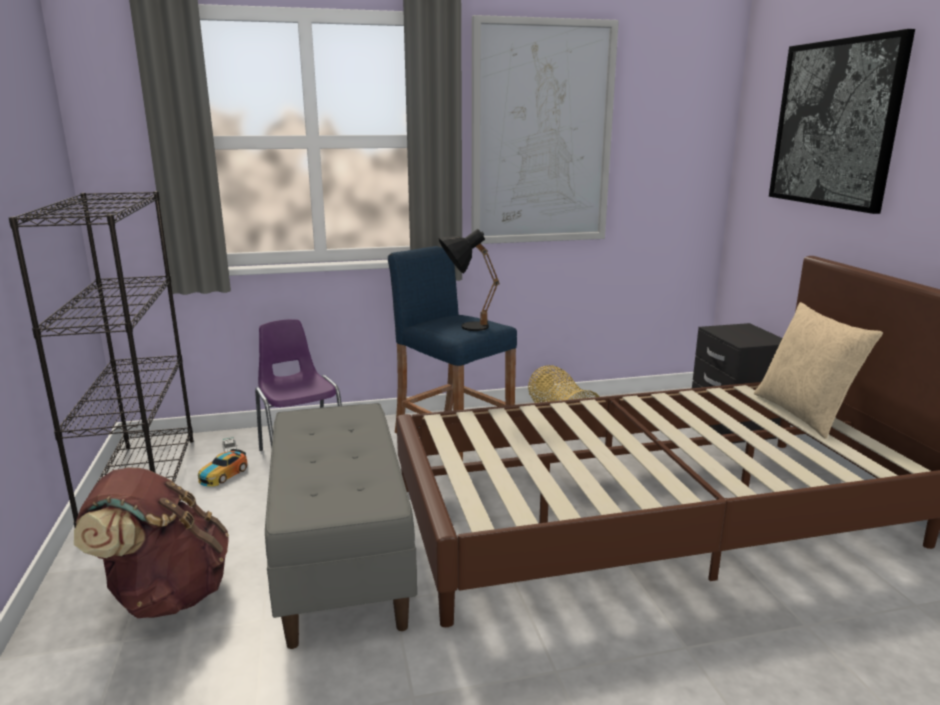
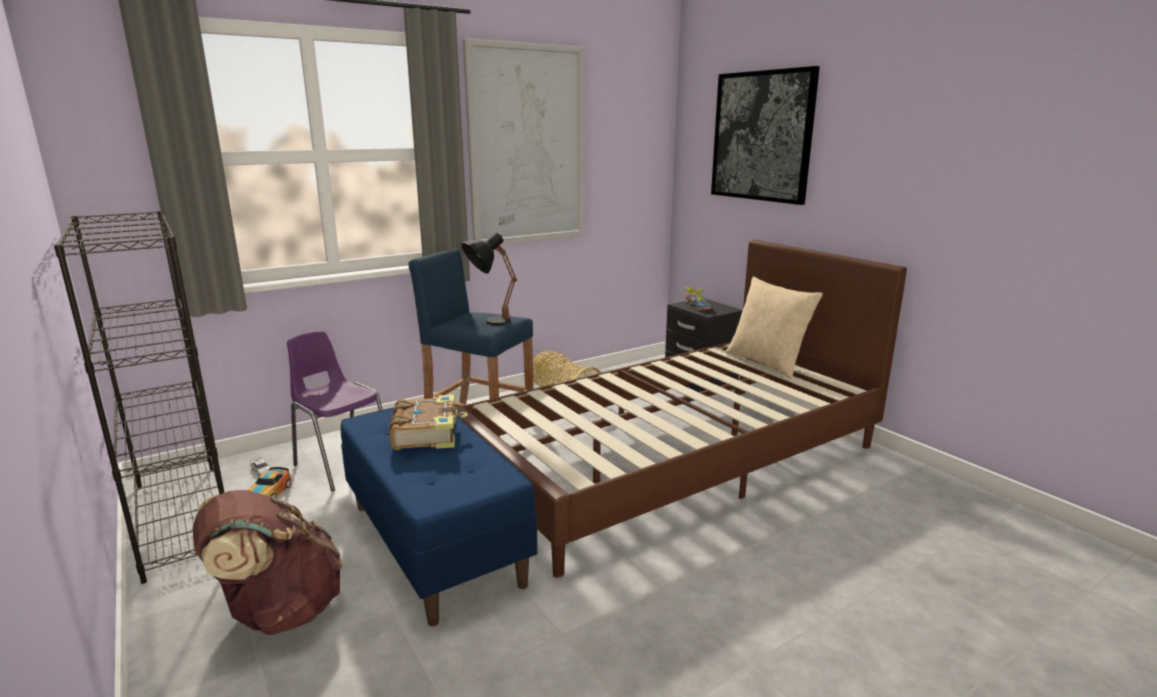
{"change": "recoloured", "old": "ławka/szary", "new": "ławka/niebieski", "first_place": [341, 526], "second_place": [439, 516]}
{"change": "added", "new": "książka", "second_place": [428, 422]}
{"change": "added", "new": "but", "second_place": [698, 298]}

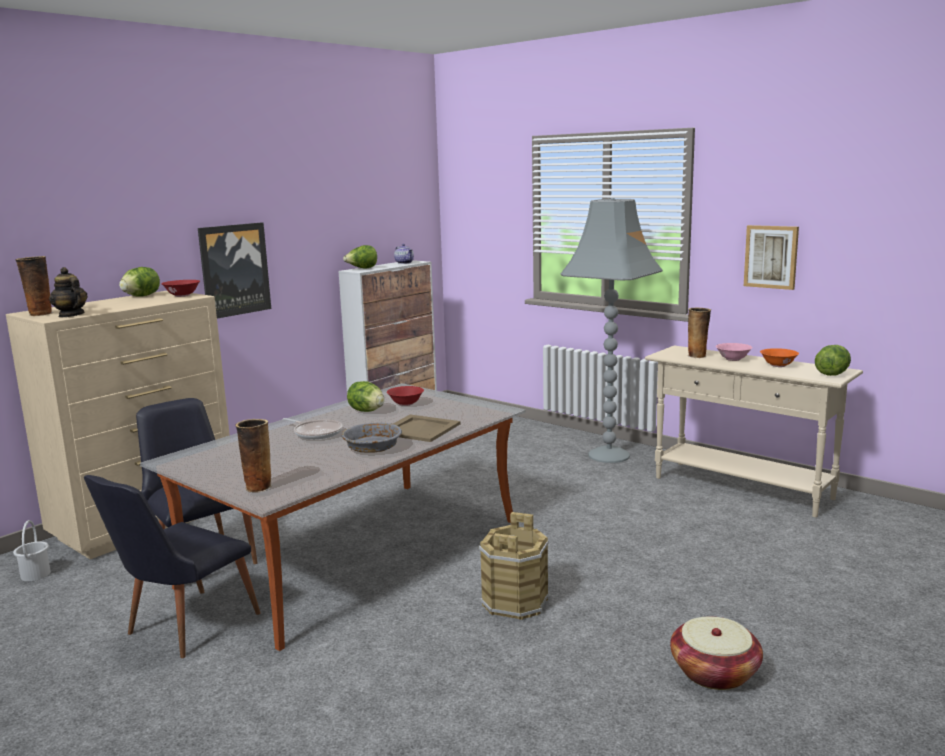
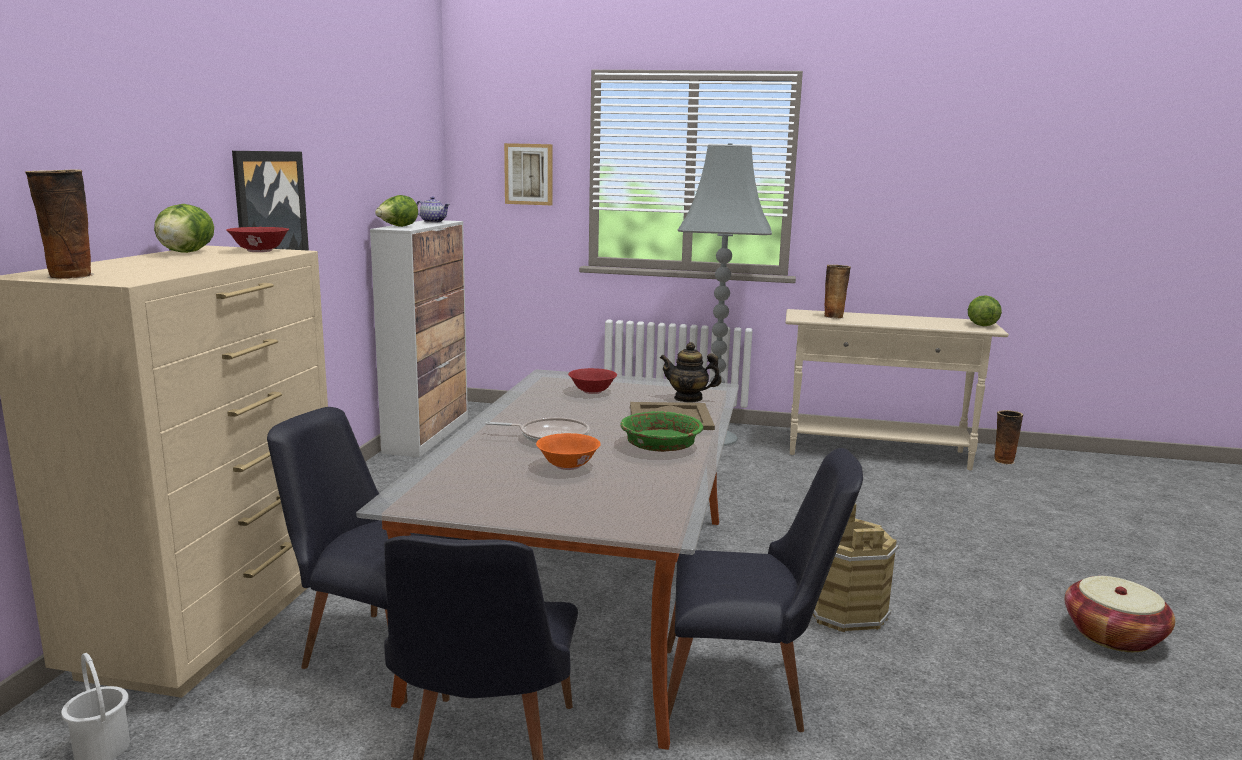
{"change": "moved", "old": "imbryk", "first_place": [68, 292], "second_place": [691, 372]}
{"change": "moved", "old": "wazon", "first_place": [253, 455], "second_place": [1008, 437]}
{"change": "recoloured", "old": "miska/szary", "new": "miska/zielony", "first_place": [372, 438], "second_place": [661, 431]}
{"change": "removed", "old": "sałata", "first_place": [366, 396]}
{"change": "removed", "old": "miska/różowy", "first_place": [734, 352]}
{"change": "moved", "old": "obraz", "first_place": [771, 257], "second_place": [528, 174]}
{"change": "moved", "old": "miska/pomarańczowy", "first_place": [779, 357], "second_place": [568, 451]}
{"change": "added", "new": "krzesło/czarny", "second_place": [765, 590]}

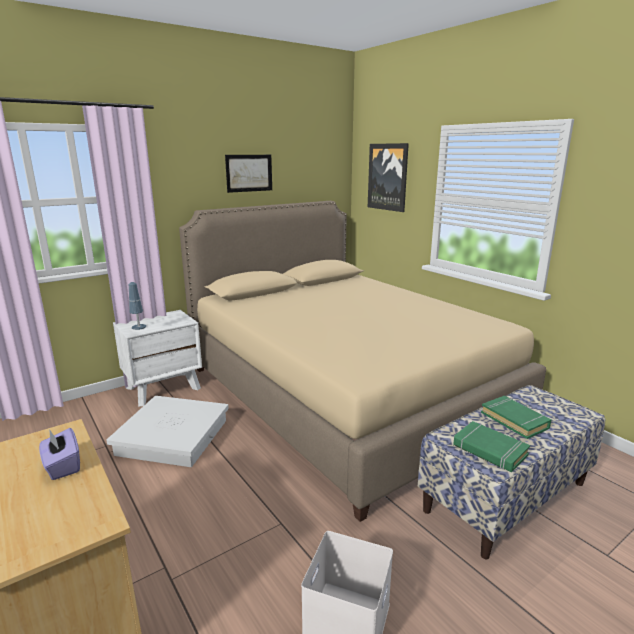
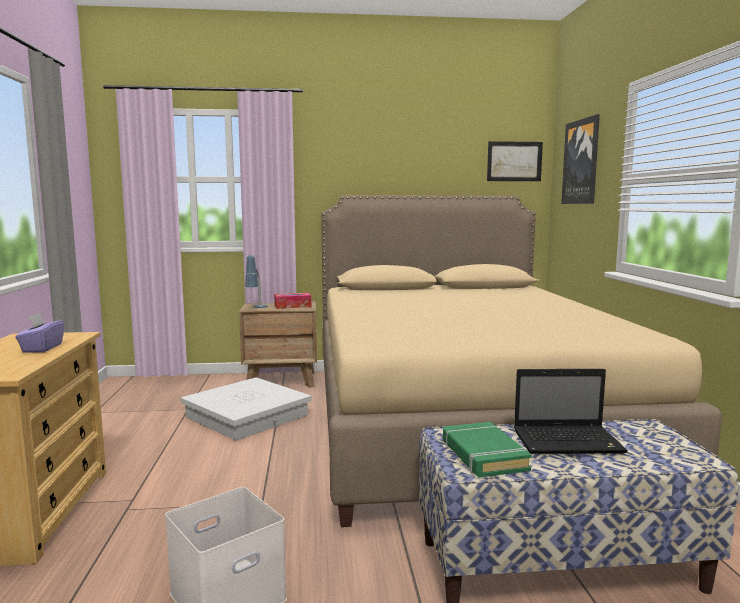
{"change": "recoloured", "old": "szafka nocna/biały", "new": "szafka nocna/brązowy", "first_place": [157, 358], "second_place": [278, 344]}
{"change": "moved", "old": "obraz", "first_place": [248, 174], "second_place": [515, 161]}
{"change": "replaced", "old": "książka/zielony", "new": "laptop", "first_place": [516, 417], "second_place": [571, 411]}
{"change": "added", "new": "pudełko chusteczek", "second_place": [292, 301]}

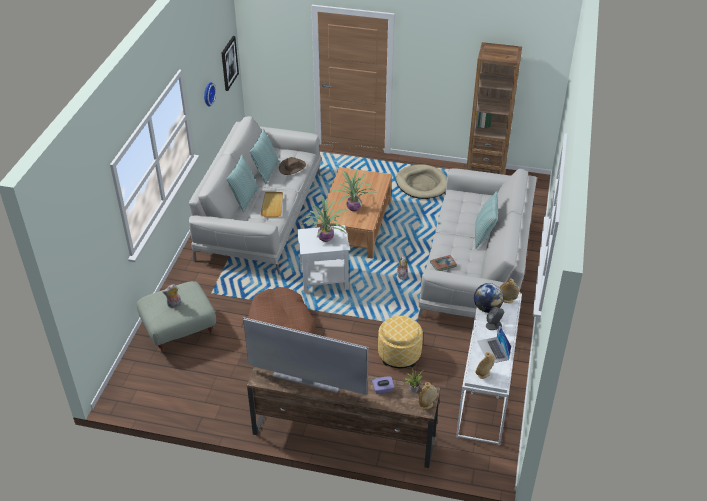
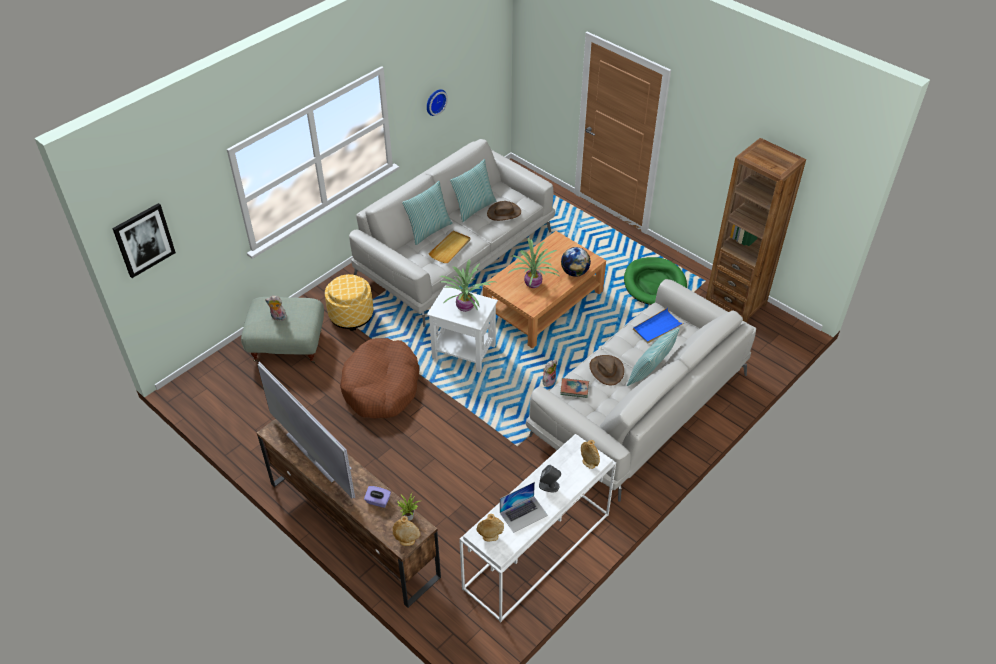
{"change": "moved", "old": "obraz", "first_place": [230, 63], "second_place": [144, 240]}
{"change": "moved", "old": "pufa", "first_place": [400, 342], "second_place": [349, 302]}
{"change": "recoloured", "old": "legowisko/beżowy", "new": "legowisko/zielony", "first_place": [421, 181], "second_place": [655, 281]}
{"change": "moved", "old": "globus", "first_place": [489, 298], "second_place": [576, 262]}
{"change": "turned", "old": "laptop", "first_place": [494, 343], "second_place": [524, 507], "degrees": -135}
{"change": "added", "new": "kapelusz/brązowy", "second_place": [606, 370]}
{"change": "added", "new": "taca/niebieski", "second_place": [658, 325]}

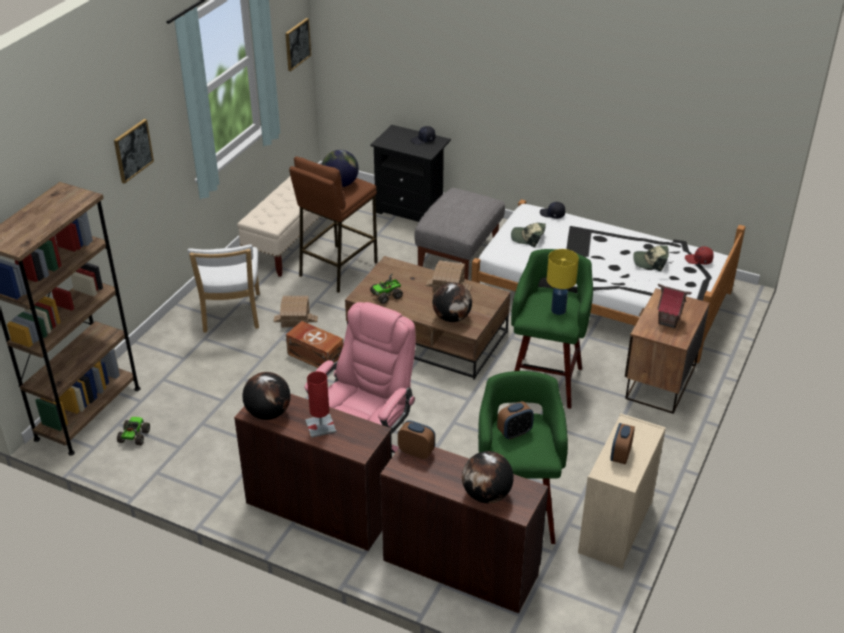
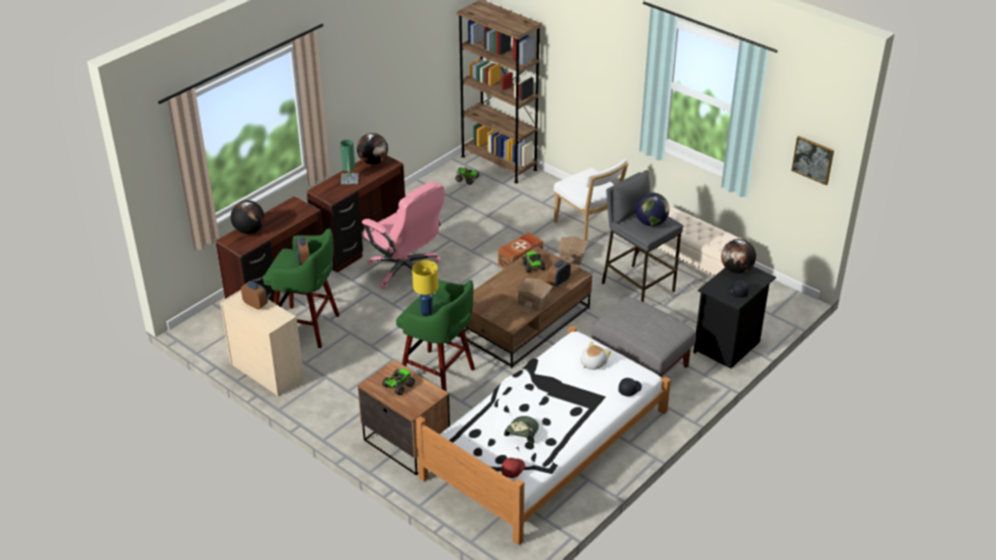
{"change": "removed", "old": "obraz", "first_place": [134, 151]}
{"change": "turned", "old": "krzesło/biały", "first_place": [224, 288], "second_place": [591, 200], "degrees": -135}
{"change": "recoloured", "old": "stołek/brązowy", "new": "stołek/szary", "first_place": [333, 225], "second_place": [642, 236]}
{"change": "recoloured", "old": "lampa stołowa/czerwony", "new": "lampa stołowa/zielony", "first_place": [320, 404], "second_place": [349, 162]}
{"change": "moved", "old": "budzik", "first_place": [416, 439], "second_place": [559, 273]}
{"change": "moved", "old": "globus", "first_place": [452, 302], "second_place": [738, 256]}
{"change": "replaced", "old": "czapka z daszkiem", "new": "pluszak", "first_place": [528, 235], "second_place": [595, 355]}
{"change": "replaced", "old": "domek", "new": "ciężarówka zabawkowa", "first_place": [674, 306], "second_place": [398, 381]}

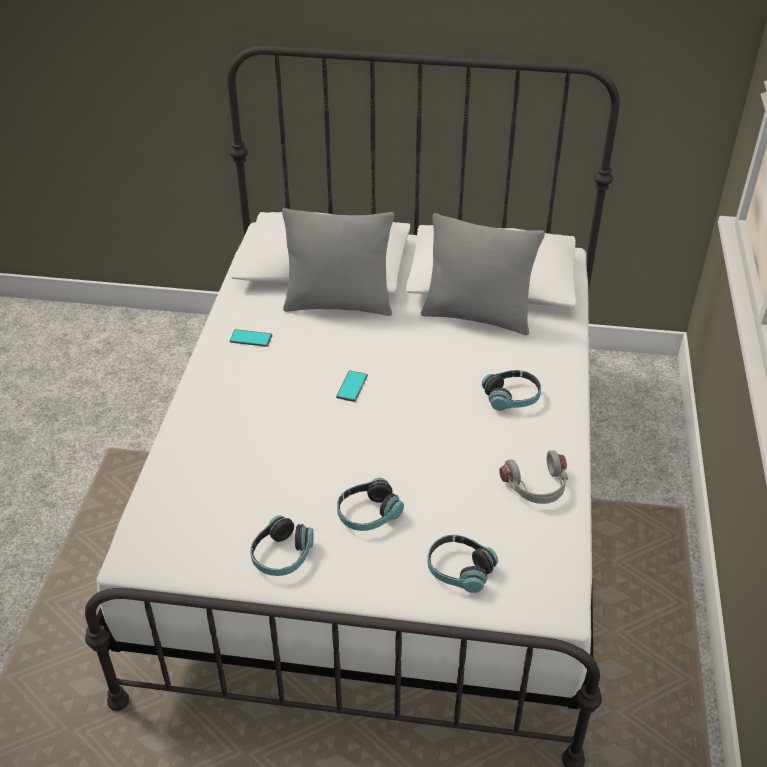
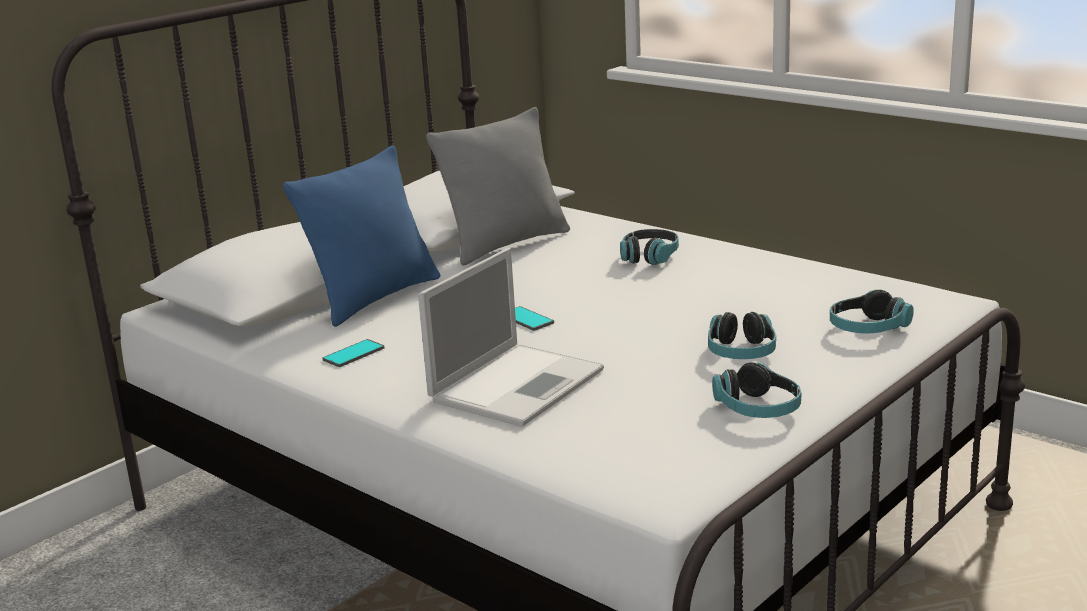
{"change": "recoloured", "old": "poduszka/szary", "new": "poduszka/niebieski", "first_place": [338, 262], "second_place": [361, 236]}
{"change": "removed", "old": "słuchawki/szary", "first_place": [533, 477]}
{"change": "added", "new": "laptop", "second_place": [511, 337]}

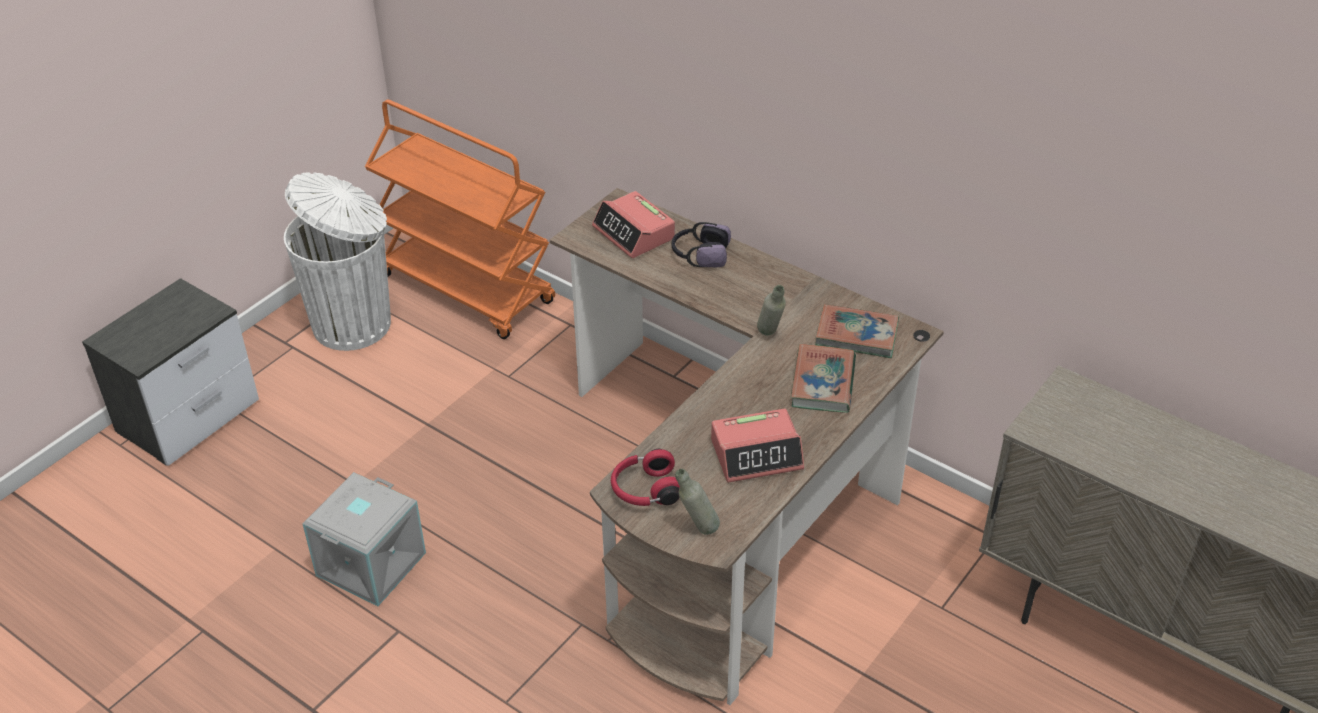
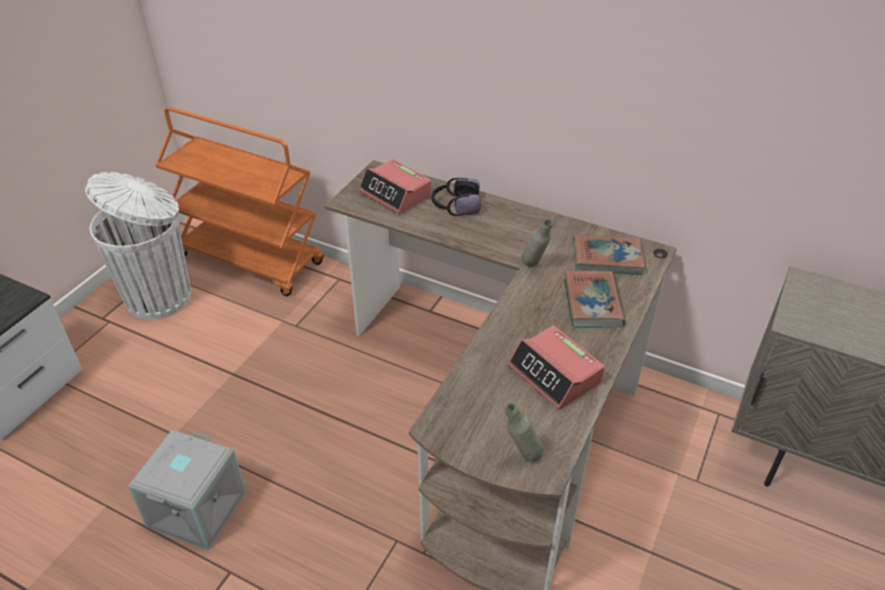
{"change": "removed", "old": "słuchawki/czerwony", "first_place": [645, 477]}
{"change": "turned", "old": "budzik", "first_place": [757, 446], "second_place": [556, 368], "degrees": 75}

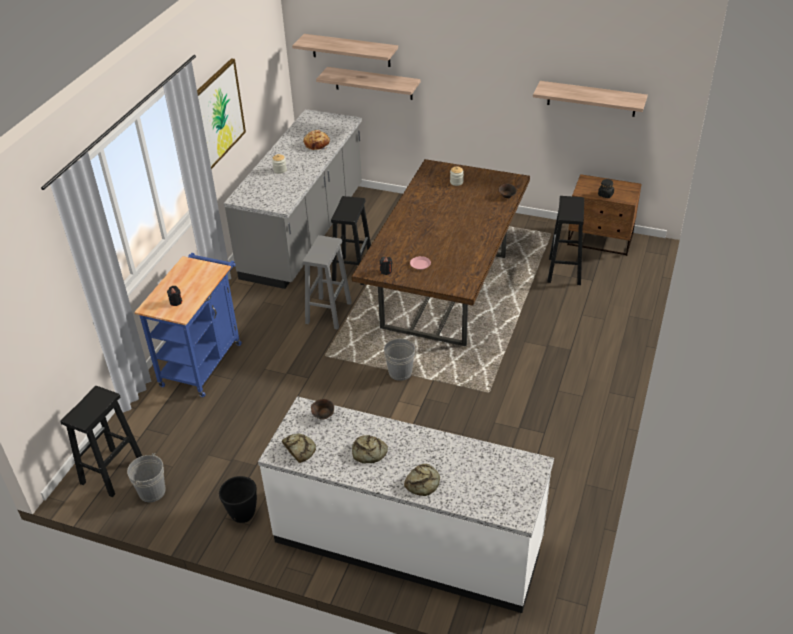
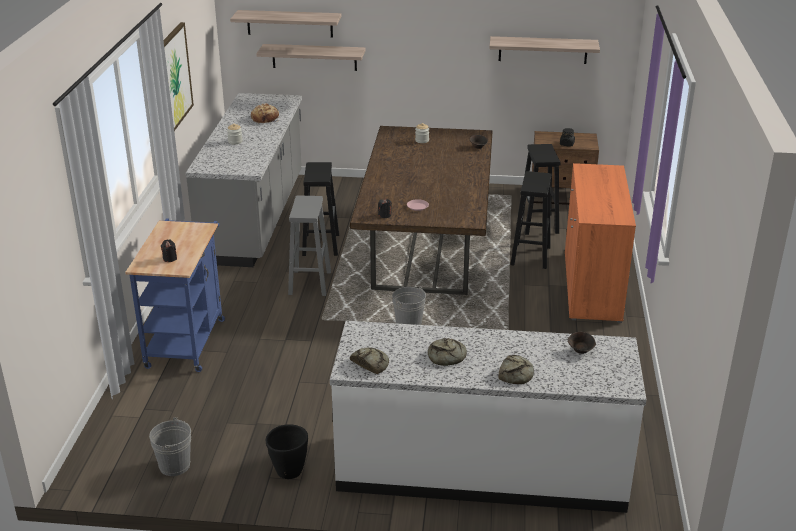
{"change": "moved", "old": "stołek/czarny", "first_place": [101, 441], "second_place": [530, 220]}
{"change": "moved", "old": "miska/brązowy", "first_place": [322, 409], "second_place": [582, 343]}
{"change": "added", "new": "szafka/pomarańczowy", "second_place": [600, 243]}

